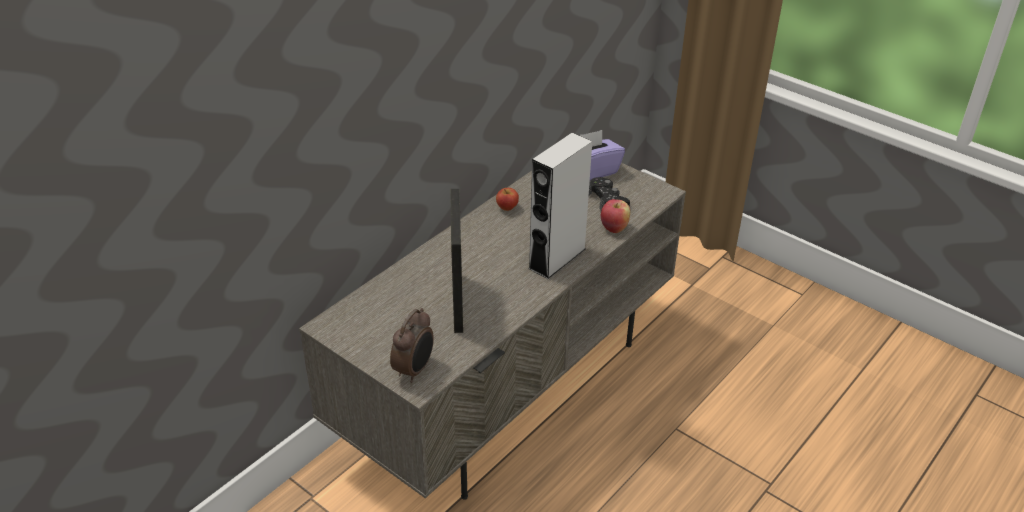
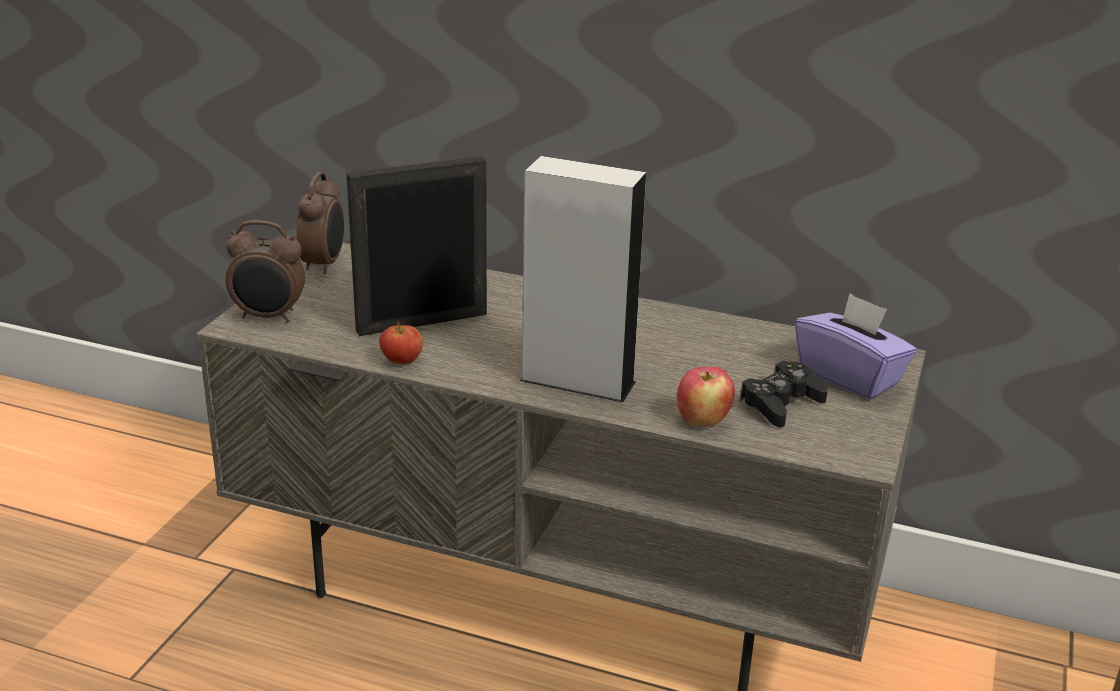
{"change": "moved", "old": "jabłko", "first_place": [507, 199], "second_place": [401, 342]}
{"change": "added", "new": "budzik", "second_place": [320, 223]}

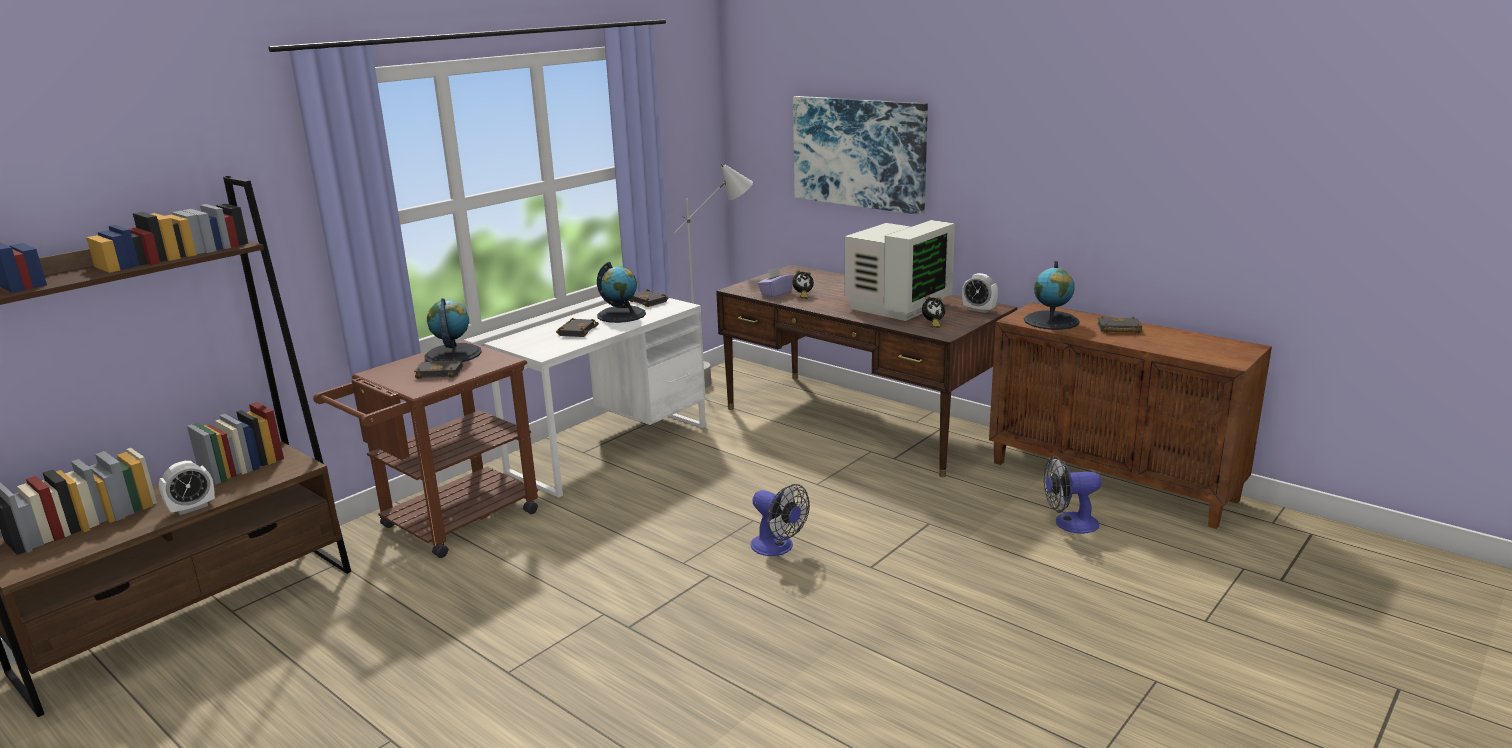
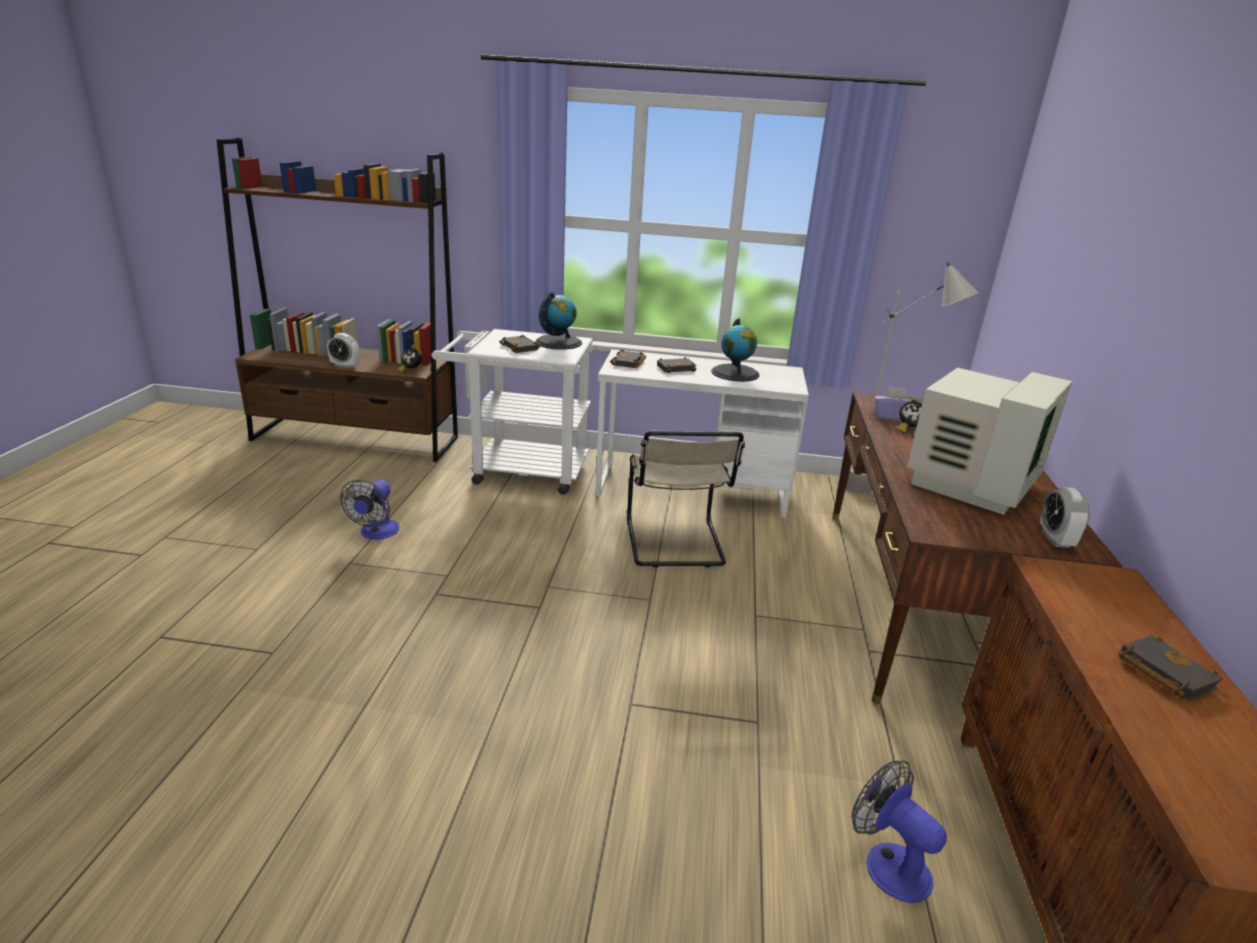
{"change": "recoloured", "old": "wózek/brązowy", "new": "wózek/biały", "first_place": [425, 449], "second_place": [513, 412]}
{"change": "moved", "old": "książka/czarny", "first_place": [649, 298], "second_place": [628, 359]}
{"change": "moved", "old": "wentylator", "first_place": [780, 520], "second_place": [369, 510]}
{"change": "removed", "old": "obraz", "first_place": [860, 155]}
{"change": "turned", "old": "monitor", "first_place": [899, 270], "second_place": [990, 441], "degrees": -60}
{"change": "moved", "old": "budzik", "first_place": [933, 311], "second_place": [410, 359]}
{"change": "removed", "old": "globus", "first_place": [1052, 295]}
{"change": "added", "new": "krzesło/beżowy", "second_place": [686, 498]}

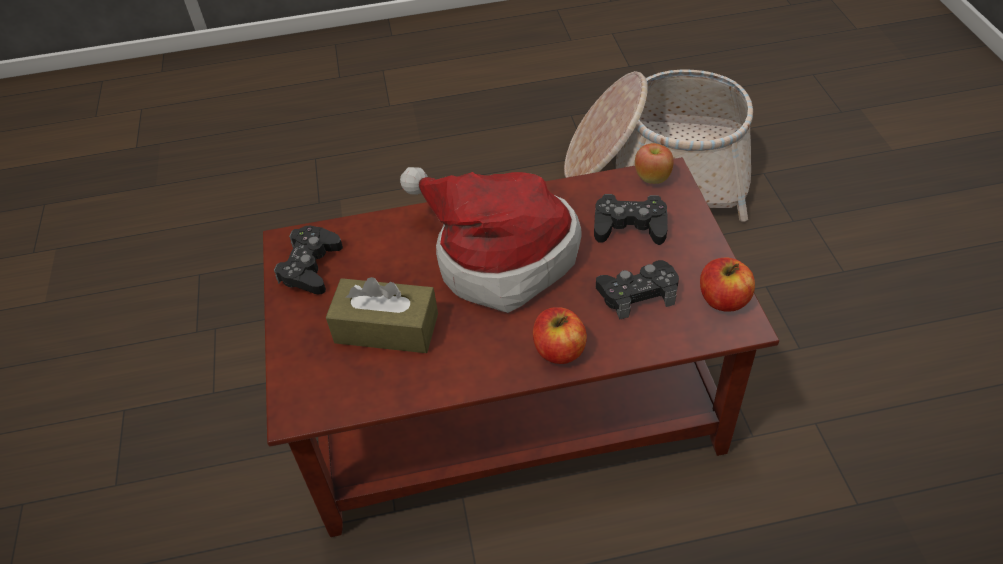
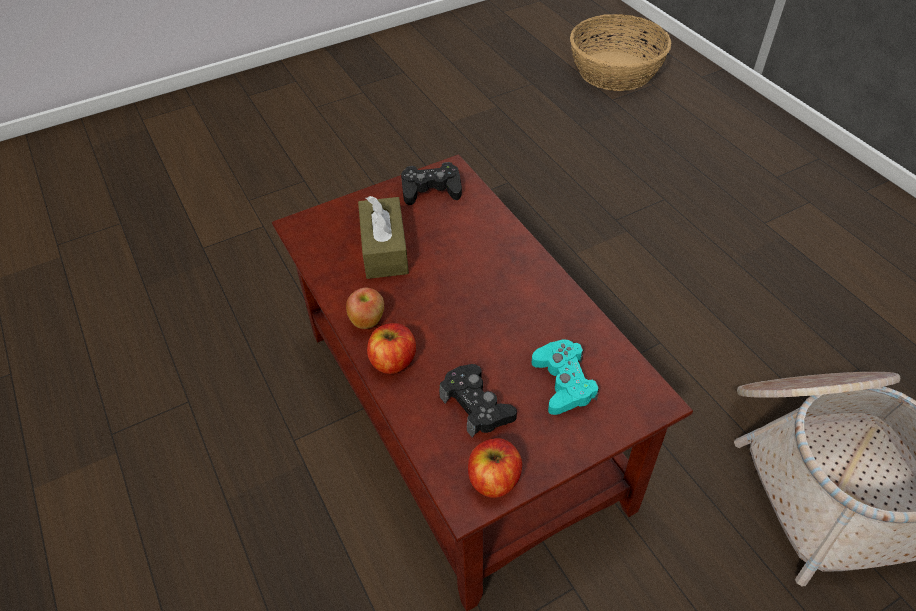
{"change": "removed", "old": "kapelusz", "first_place": [491, 240]}
{"change": "recoloured", "old": "pad do gier/czarny", "new": "pad do gier/turkusowy", "first_place": [631, 219], "second_place": [565, 377]}
{"change": "moved", "old": "jabłko", "first_place": [654, 163], "second_place": [365, 308]}
{"change": "added", "new": "koszyk", "second_place": [621, 52]}

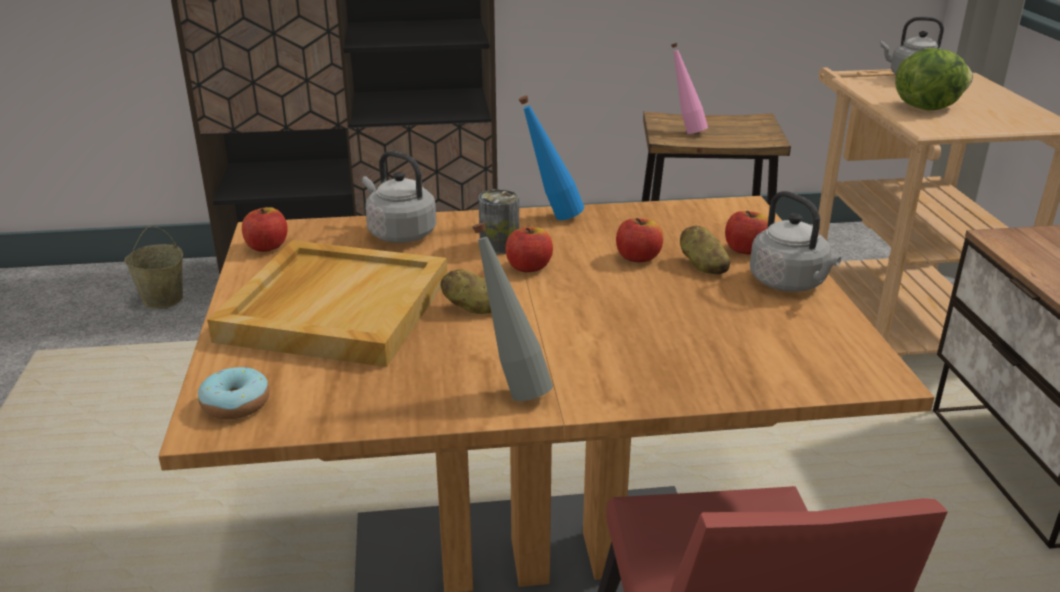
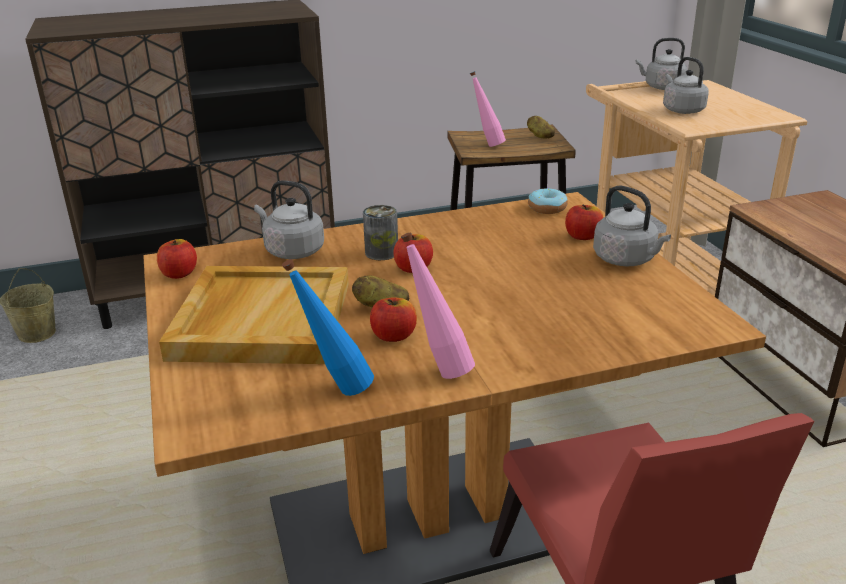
{"change": "moved", "old": "donut", "first_place": [234, 392], "second_place": [548, 201]}
{"change": "recoloured", "old": "butelka/szary", "new": "butelka/różowy", "first_place": [512, 311], "second_place": [438, 306]}
{"change": "moved", "old": "butelka/niebieski", "first_place": [551, 158], "second_place": [328, 327]}
{"change": "moved", "old": "jabłko", "first_place": [639, 240], "second_place": [393, 319]}
{"change": "moved", "old": "ziemniak", "first_place": [705, 250], "second_place": [541, 127]}
{"change": "replaced", "old": "sałata", "new": "czajnik/szary", "first_place": [934, 79], "second_place": [686, 85]}

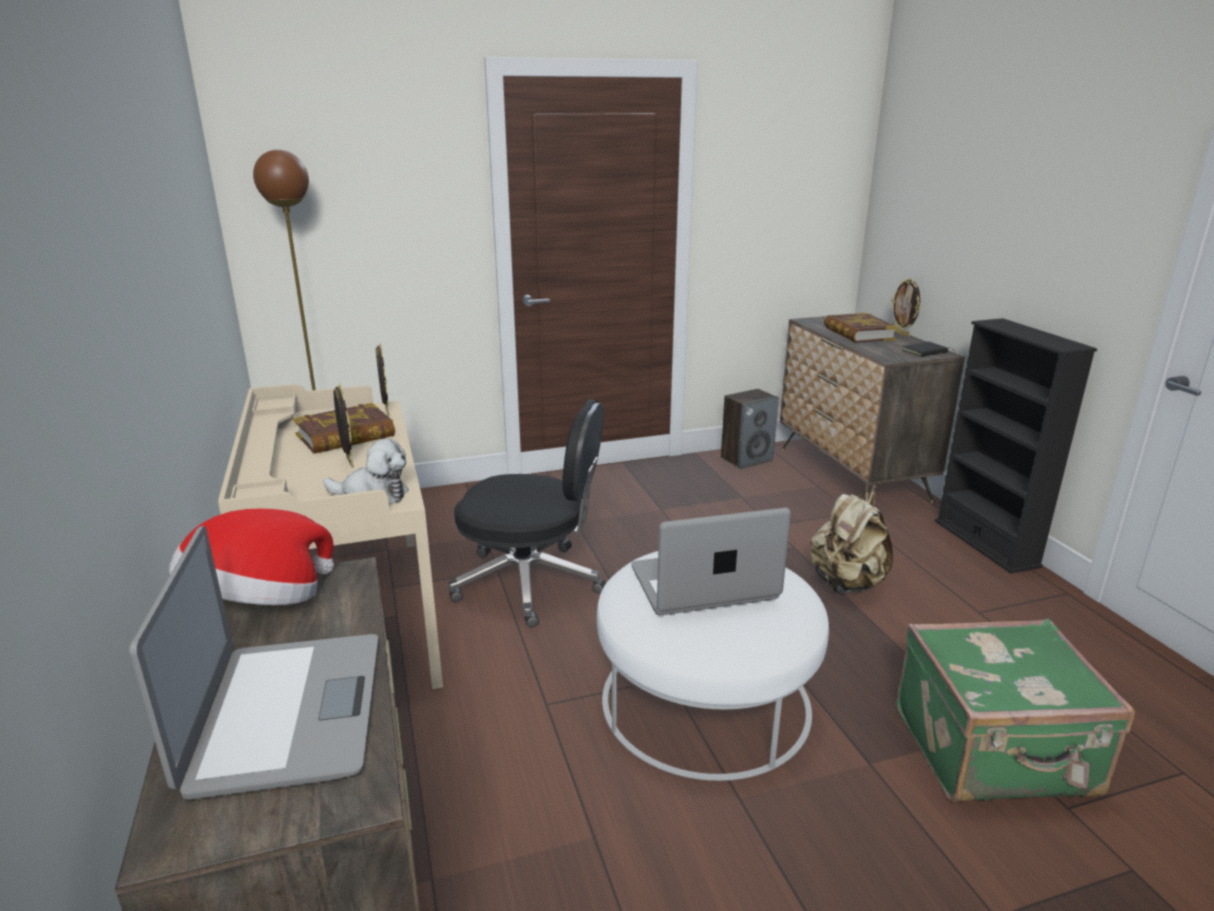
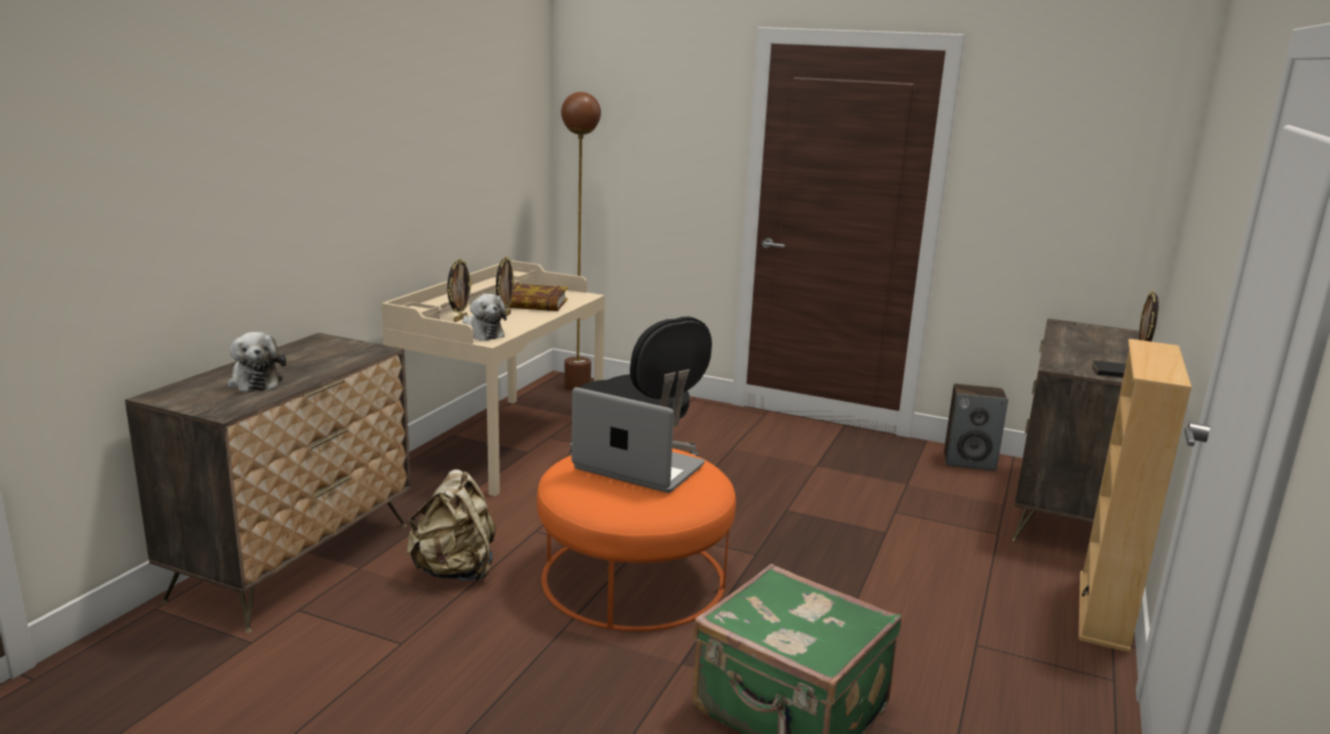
{"change": "replaced", "old": "laptop", "new": "pluszak", "first_place": [253, 663], "second_place": [256, 362]}
{"change": "removed", "old": "kapelusz", "first_place": [251, 557]}
{"change": "moved", "old": "ramka na zdjęcie", "first_place": [382, 379], "second_place": [459, 290]}
{"change": "recoloured", "old": "pufa/biały", "new": "pufa/pomarańczowy", "first_place": [713, 666], "second_place": [636, 539]}
{"change": "moved", "old": "plecak/beżowy", "first_place": [851, 541], "second_place": [451, 525]}
{"change": "removed", "old": "książka", "first_place": [861, 328]}
{"change": "recoloured", "old": "regał/czarny", "new": "regał/beżowy", "first_place": [1016, 446], "second_place": [1135, 496]}

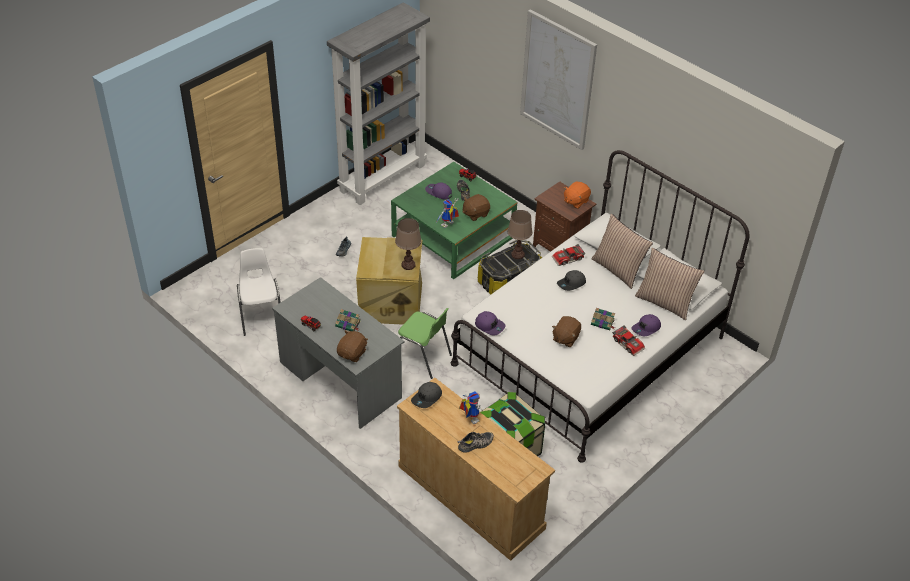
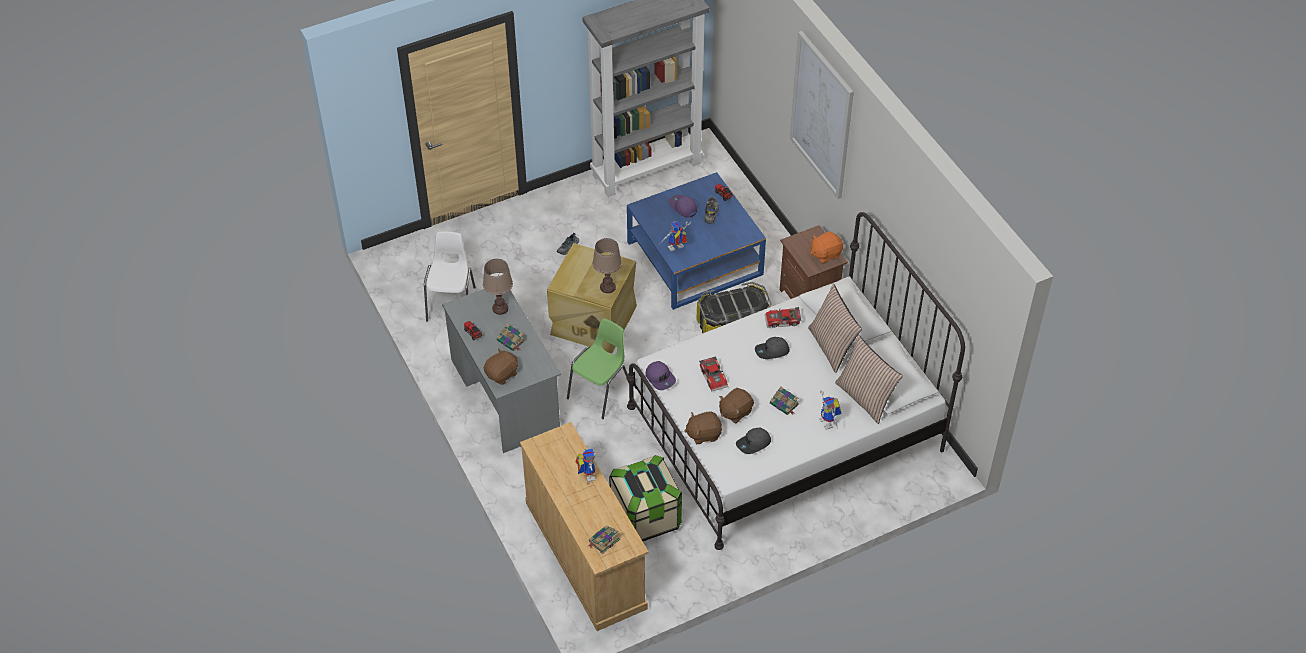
{"change": "recoloured", "old": "ława/zielony", "new": "ława/niebieski", "first_place": [454, 220], "second_place": [696, 241]}
{"change": "turned", "old": "krzesło/zielony", "first_place": [425, 343], "second_place": [597, 368], "degrees": -105}
{"change": "moved", "old": "czapka z daszkiem/szary", "first_place": [426, 395], "second_place": [753, 441]}
{"change": "removed", "old": "but", "first_place": [476, 442]}
{"change": "moved", "old": "pluszak/brązowy", "first_place": [476, 207], "second_place": [703, 427]}
{"change": "moved", "old": "lampa stołowa/brązowy", "first_place": [519, 234], "second_place": [498, 287]}
{"change": "moved", "old": "samochodzik", "first_place": [628, 341], "second_place": [713, 374]}
{"change": "replaced", "old": "czapka z daszkiem/fioletowy", "new": "robot zabawkowy", "first_place": [646, 325], "second_place": [830, 410]}
{"change": "added", "new": "książka", "second_place": [604, 539]}

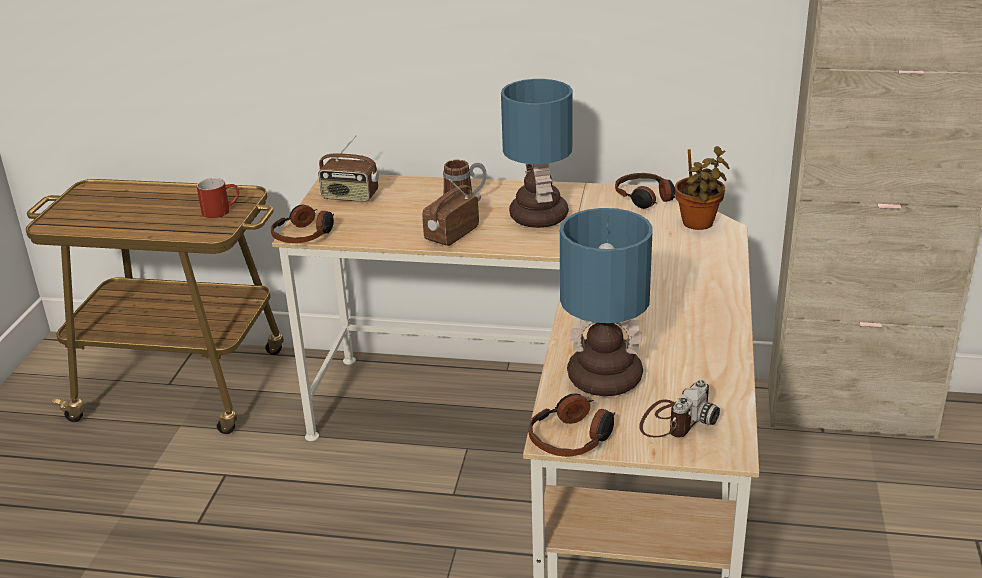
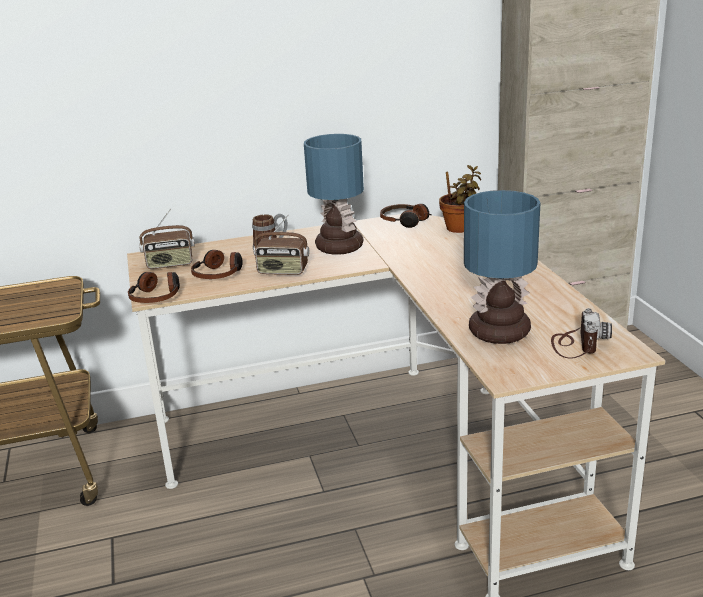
{"change": "removed", "old": "kubek/czerwony", "first_place": [218, 198]}
{"change": "turned", "old": "radio", "first_place": [450, 212], "second_place": [281, 245], "degrees": -90}
{"change": "moved", "old": "słuchawki", "first_place": [571, 425], "second_place": [216, 264]}

